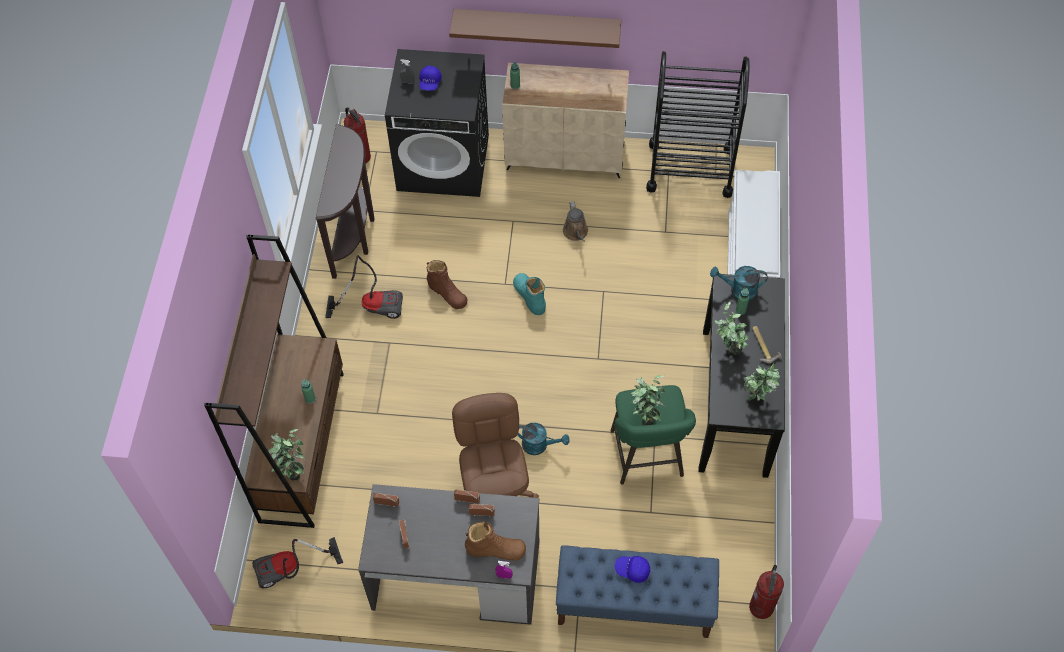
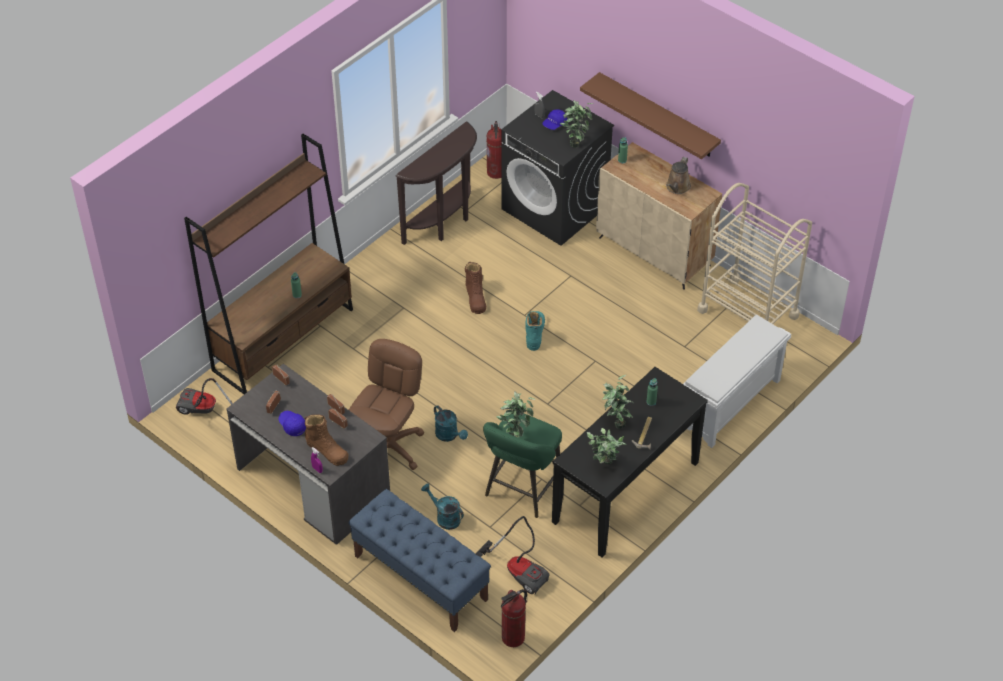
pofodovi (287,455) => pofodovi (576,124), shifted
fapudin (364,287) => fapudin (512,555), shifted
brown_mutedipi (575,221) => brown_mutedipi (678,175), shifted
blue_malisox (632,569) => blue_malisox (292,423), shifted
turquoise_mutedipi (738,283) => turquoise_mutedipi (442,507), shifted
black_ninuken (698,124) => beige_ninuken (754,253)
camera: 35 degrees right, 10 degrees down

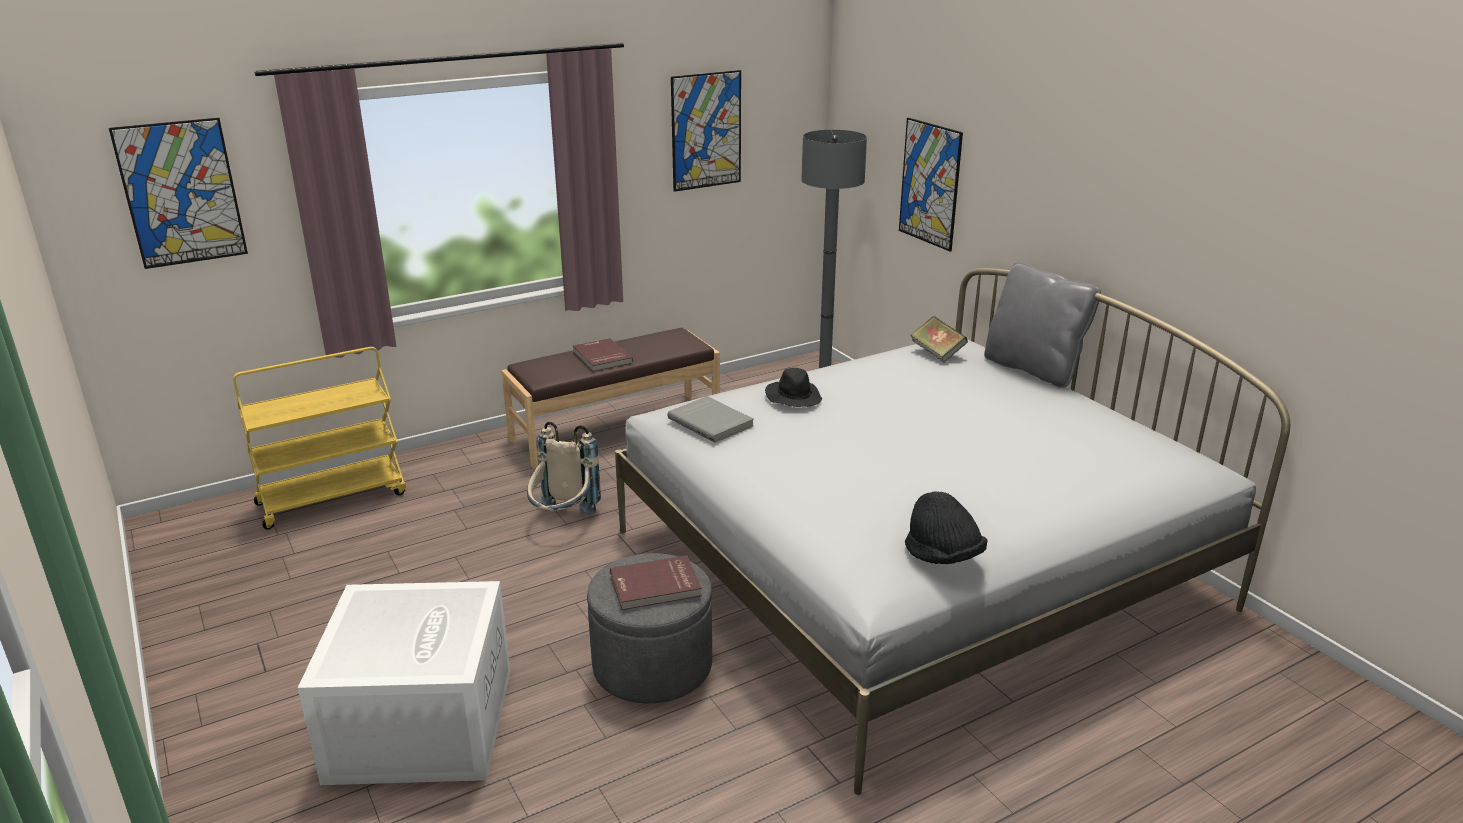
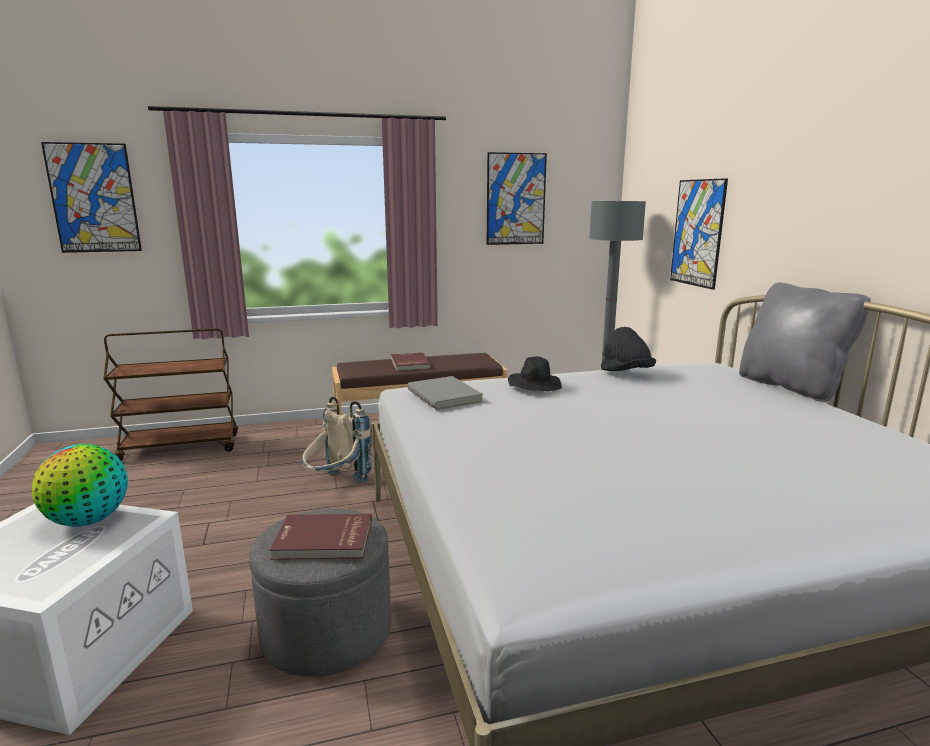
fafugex (939,339) => nothing
nothing => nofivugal (80,485)
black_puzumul (946,527) => black_puzumul (628,349), shifted
yellow_ninuken (319,438) => brown_ninuken (170,394)
camera: 15 degrees right, 10 degrees down

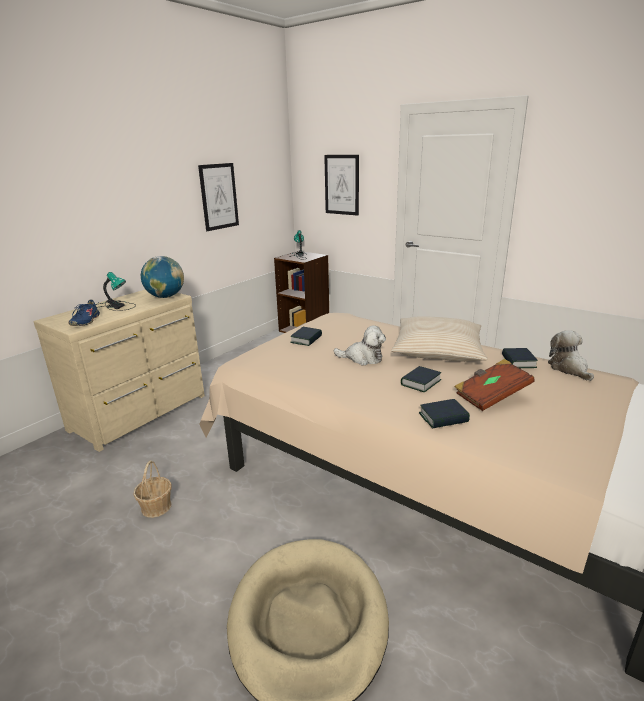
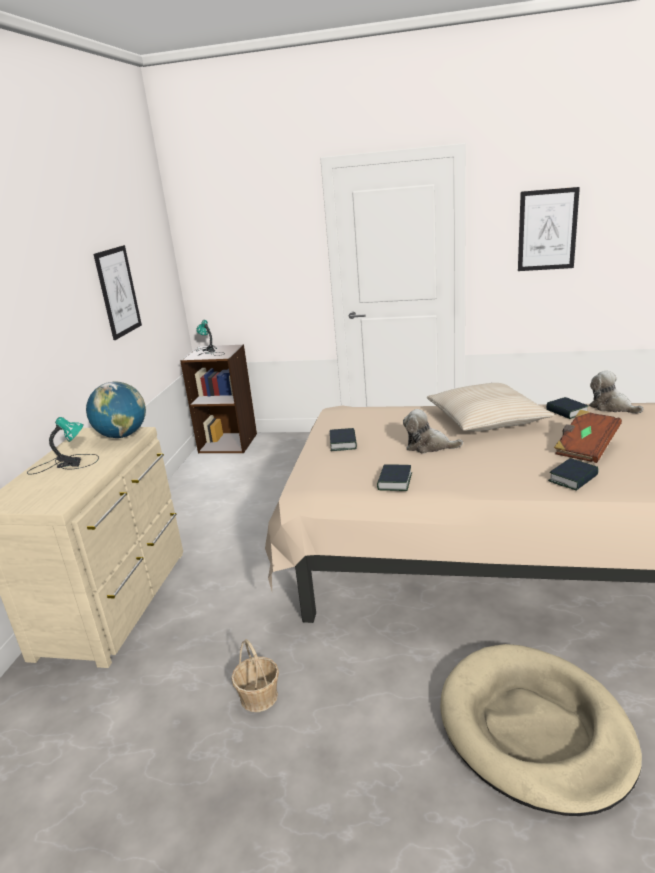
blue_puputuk (84,312) => nothing
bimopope (341,185) => bimopope (549,229), shifted
fafugex (421,379) => fafugex (394,477), shifted
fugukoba (360,345) => fugukoba (433,431), 150 degrees counterclockwise
camera: 25 degrees left, 0 degrees up

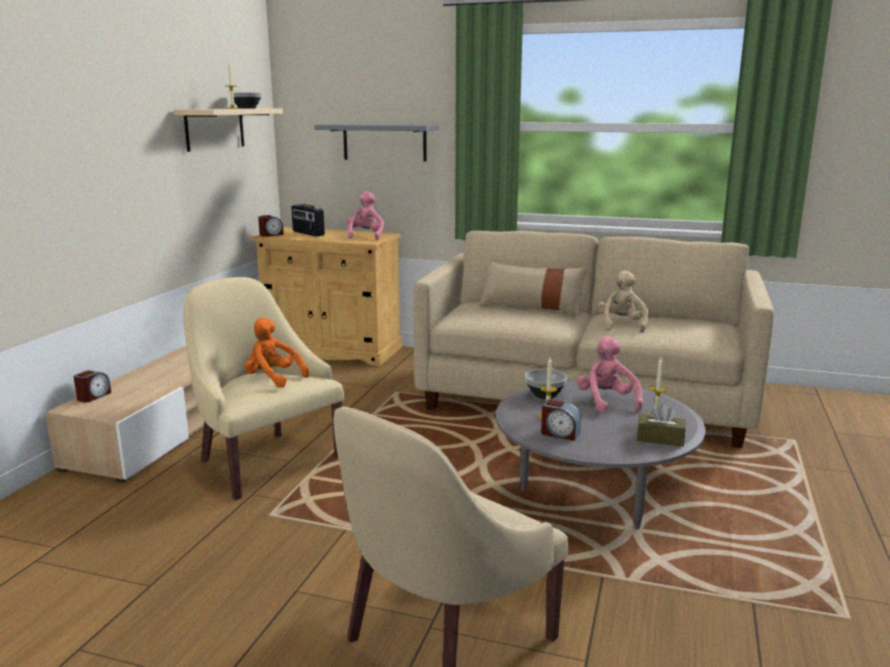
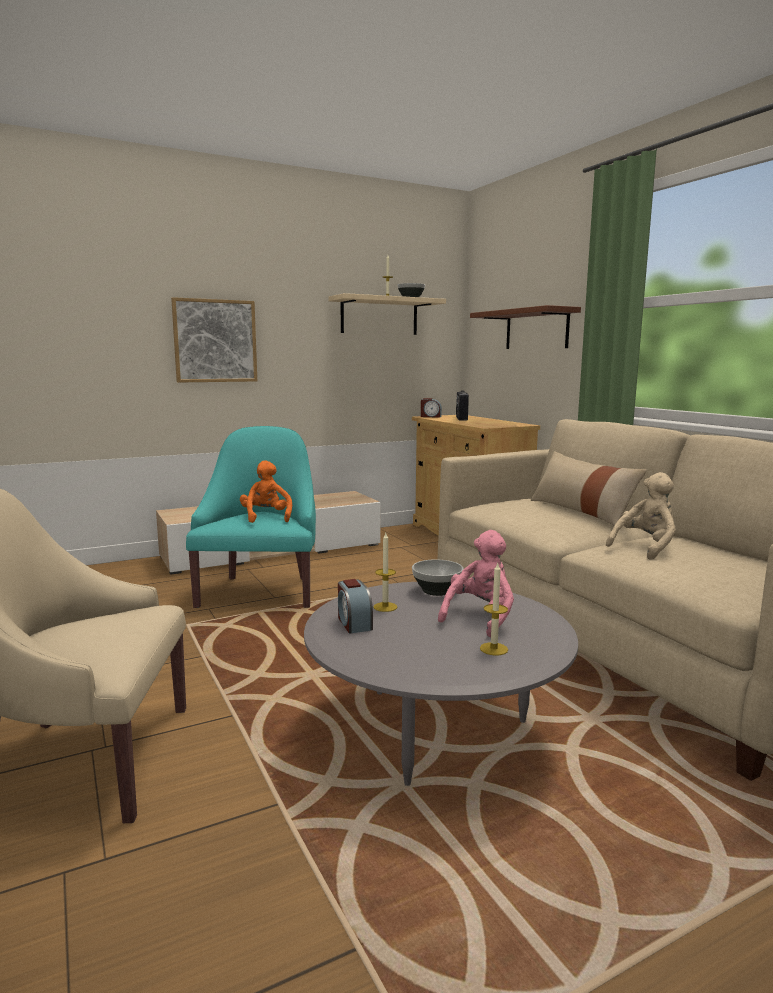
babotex (92,386) => nothing
pink_fugukoba (365,216) => nothing
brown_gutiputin (661,425) => nothing
nothing => bimopope (214,339)
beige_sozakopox (263,388) => turquoise_sozakopox (251,517)
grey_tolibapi (376,143) => brown_tolibapi (525,327)
camera: 45 degrees right, 5 degrees down

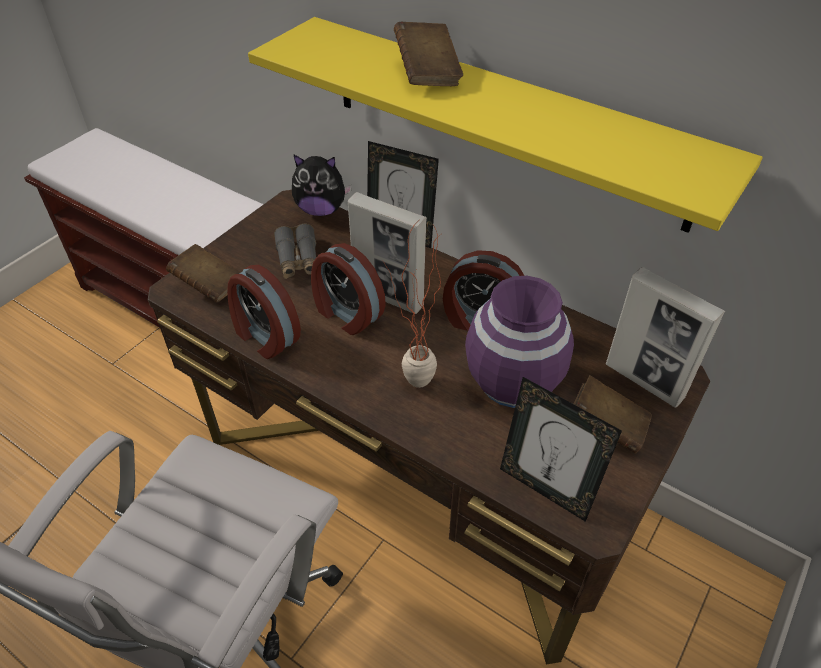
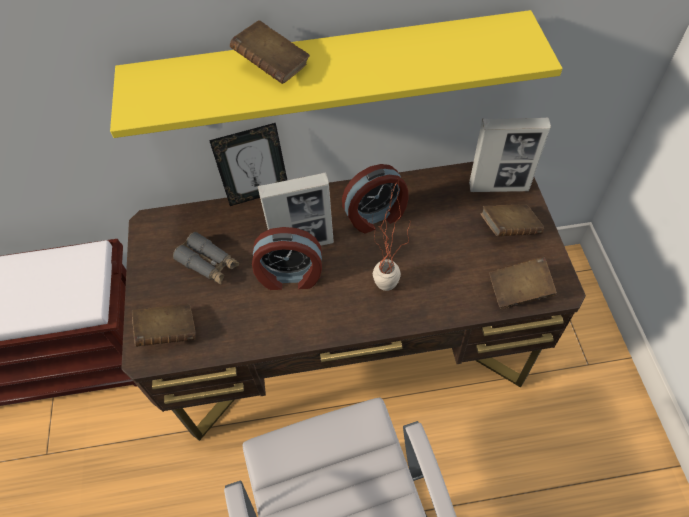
babotex (264,312) => nothing
fugukoba (322,185) => nothing
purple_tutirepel (519,342) => nothing
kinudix (561,449) => brown_fafugex (523,282)
camera: 40 degrees left, 10 degrees up

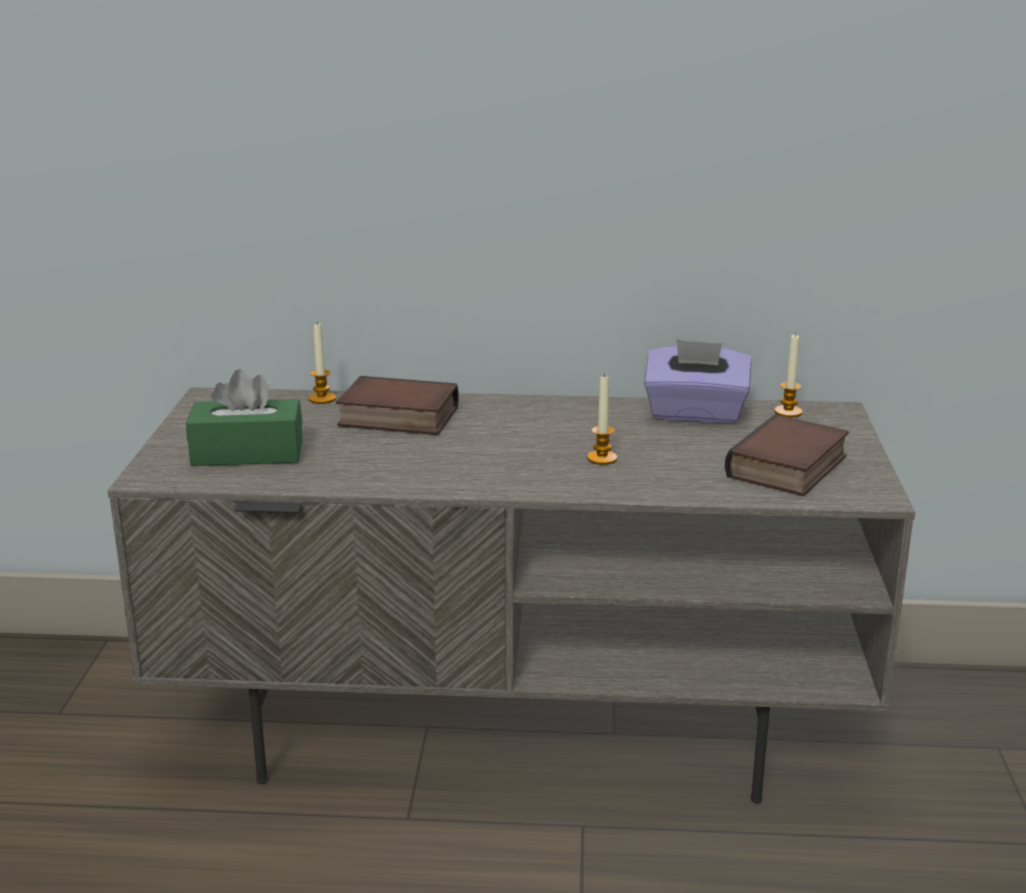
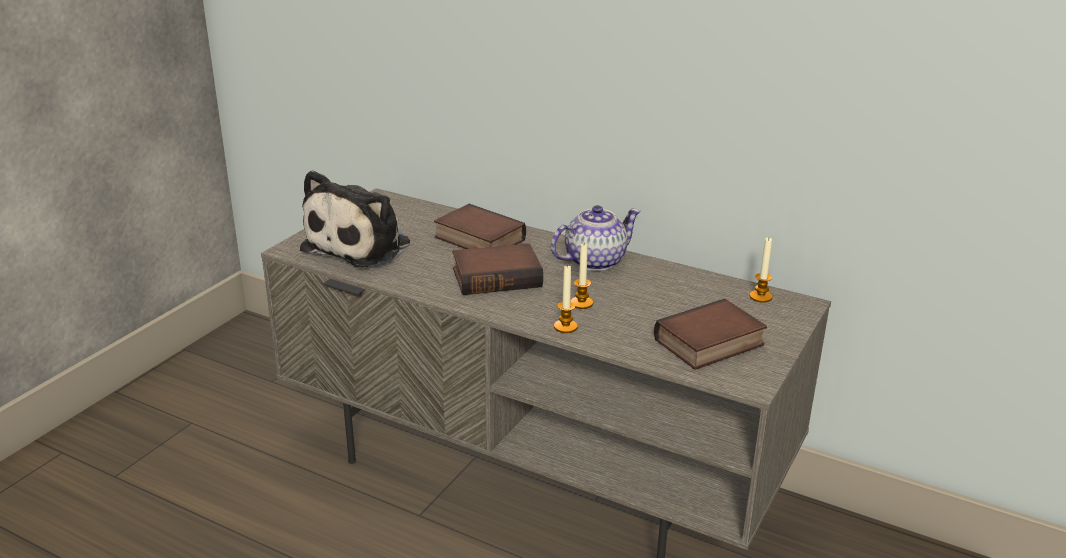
purple_gutiputin (698,381) => nothing
nothing => fafugex (497,269)
nothing => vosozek (596,238)
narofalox (322,362) => narofalox (566,298), shifted
green_gutiputin (244,417) => fugukoba (355,219)
camera: 25 degrees right, 5 degrees up

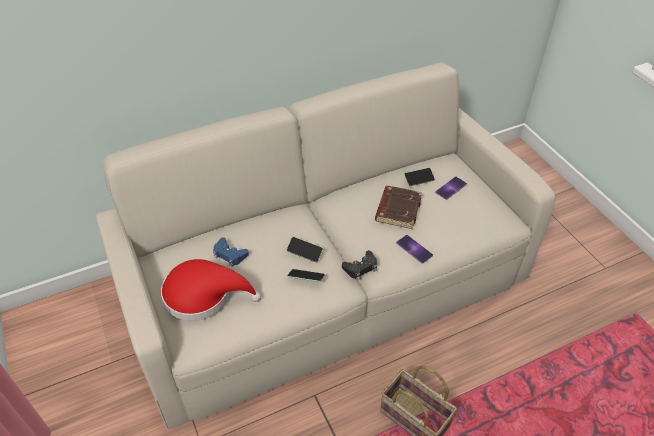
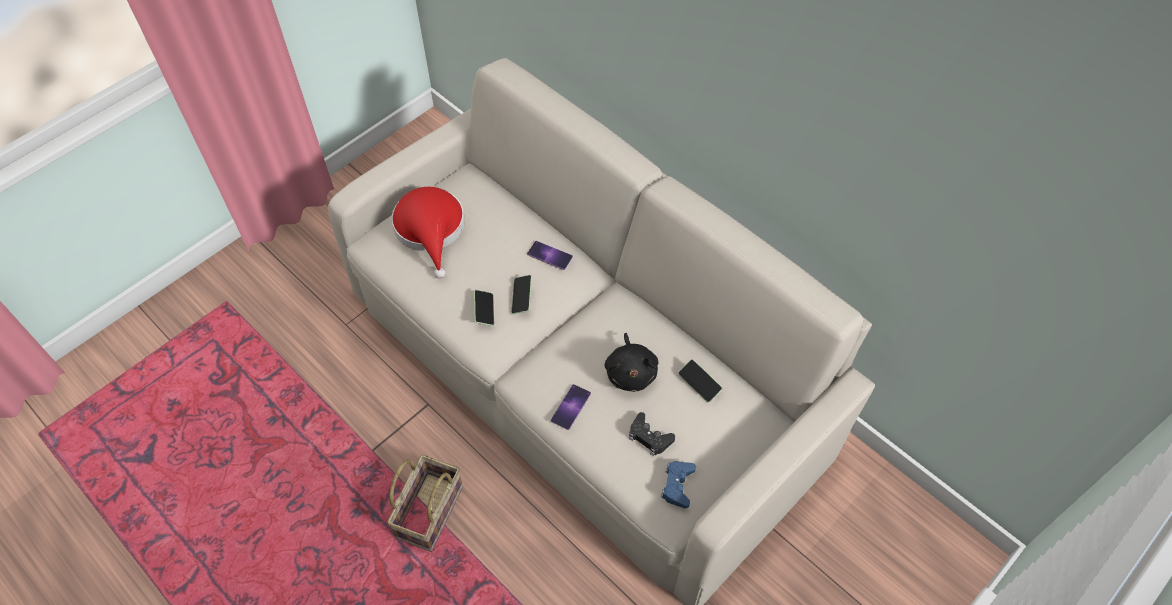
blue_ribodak (231,252) => blue_ribodak (678,484), shifted
black_ribodak (359,265) => black_ribodak (652,434), shifted
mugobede (451,188) => mugobede (550,255), shifted
brown_fafugex (398,207) => black_fugukoba (631,362)
camera: 70 degrees right, 10 degrees up

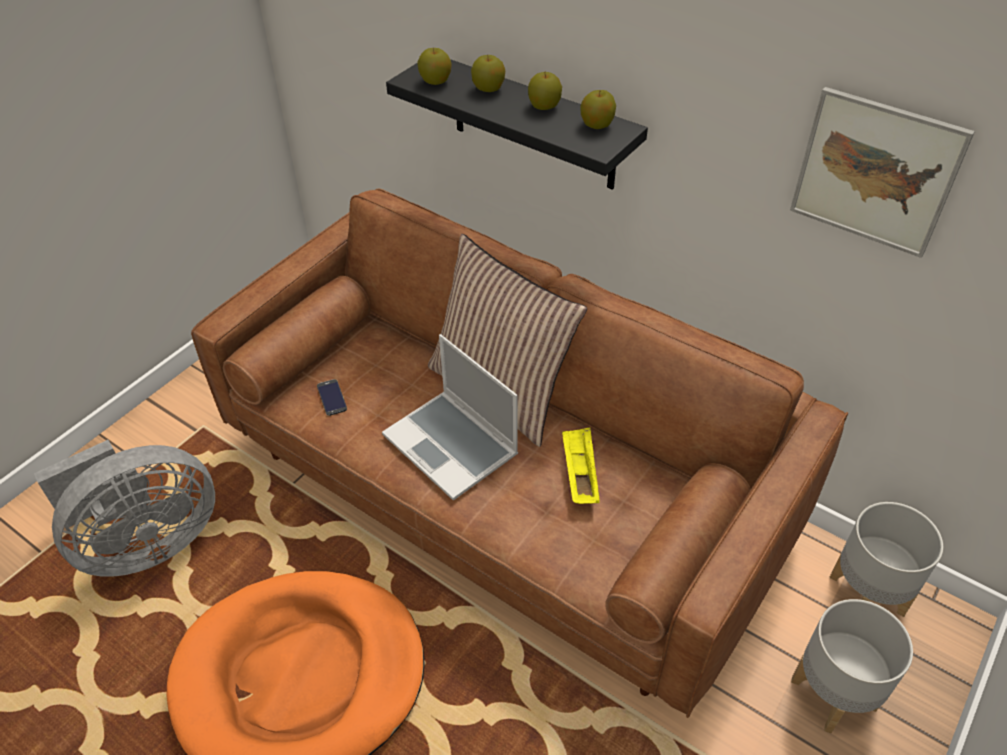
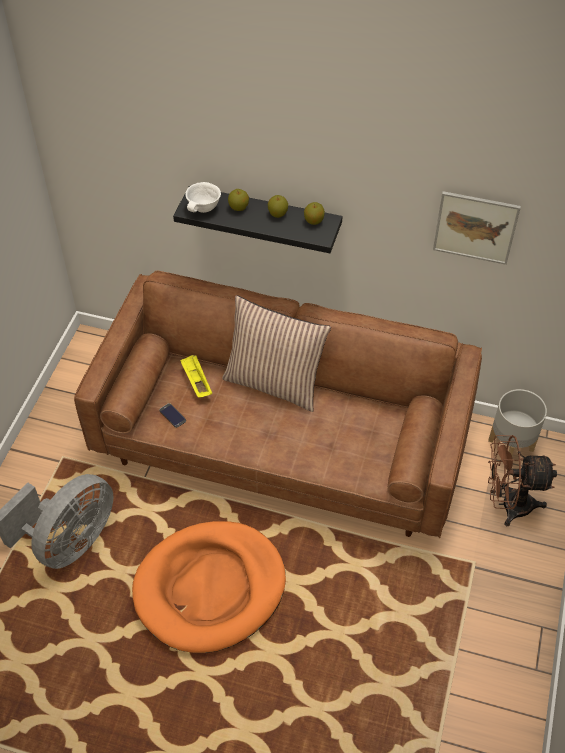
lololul (450,417) => nothing
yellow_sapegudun (581,466) => yellow_sapegudun (196,376), shifted
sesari (434,66) => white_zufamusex (203,197)
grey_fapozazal (852,666) => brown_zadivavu (522,480)
camera: 20 degrees left, 5 degrees up

